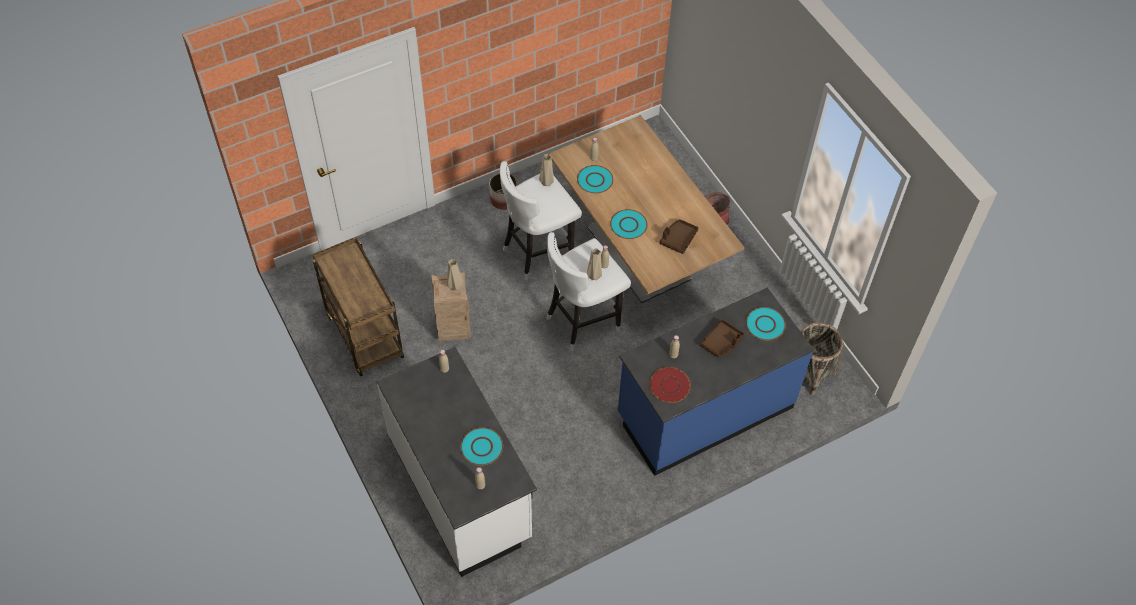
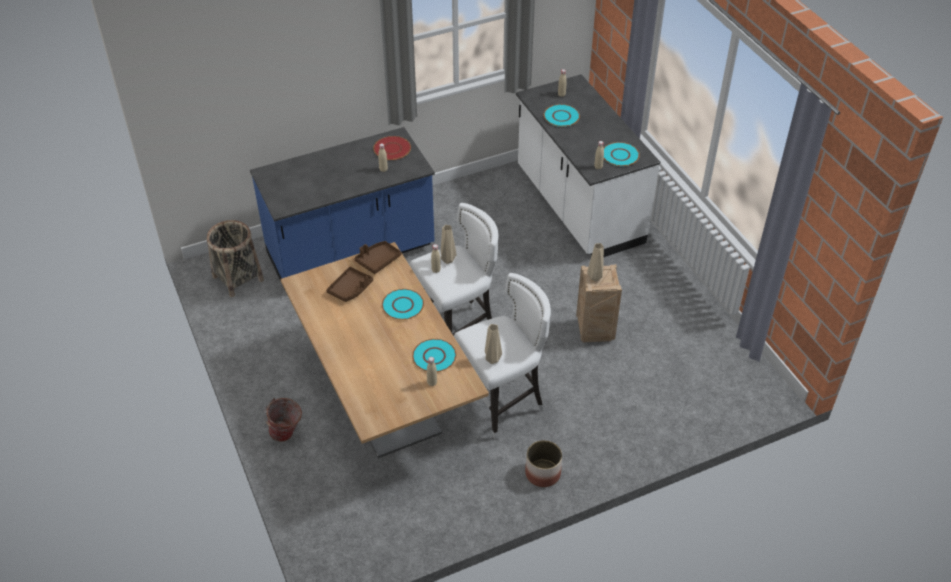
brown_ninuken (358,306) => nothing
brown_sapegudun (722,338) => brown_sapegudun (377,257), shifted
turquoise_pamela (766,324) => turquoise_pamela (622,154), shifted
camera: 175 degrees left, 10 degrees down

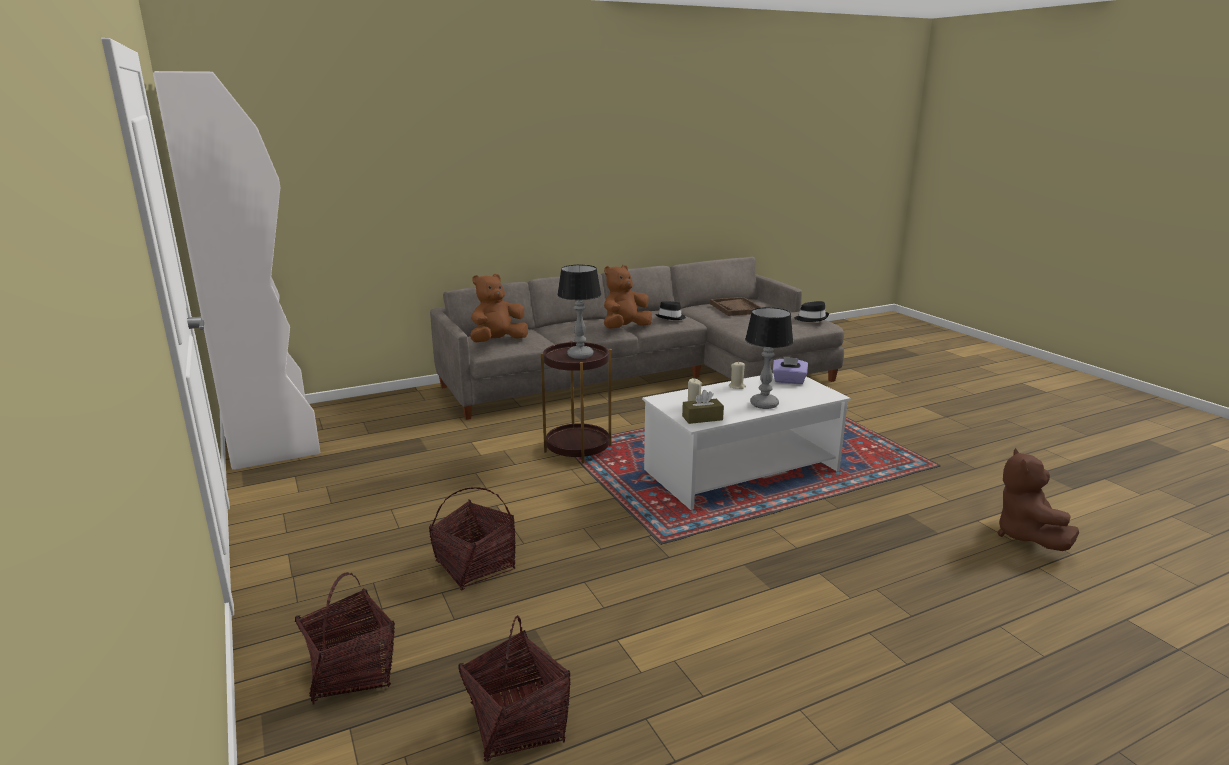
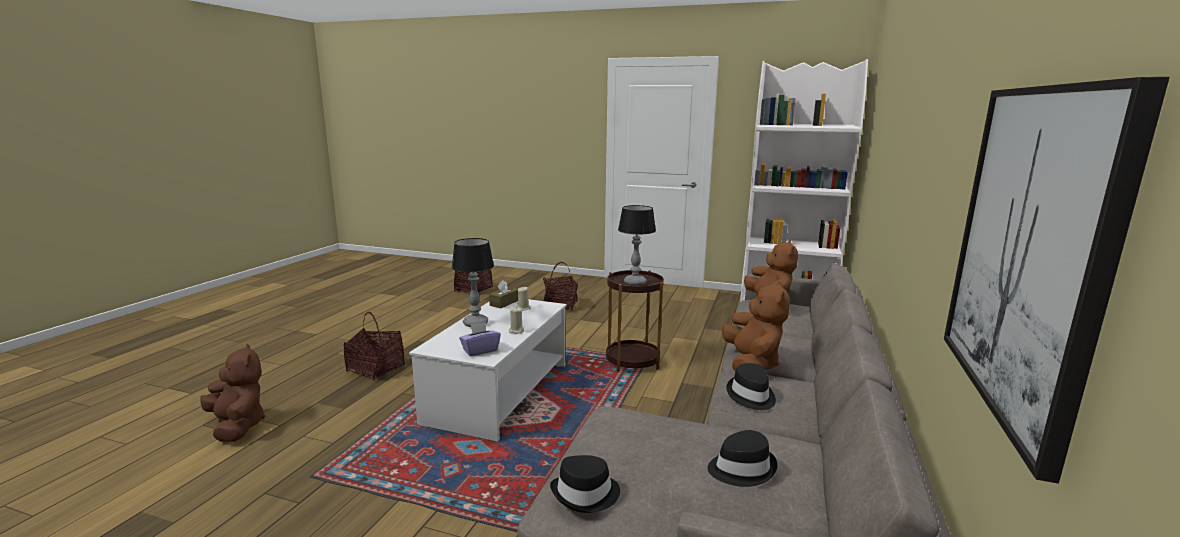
nothing => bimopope (1057,280)
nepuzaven (345,638) => nepuzaven (374,346), shifted
brown_sapegudun (736,306) => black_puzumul (742,458)
camera: 135 degrees right, 5 degrees down

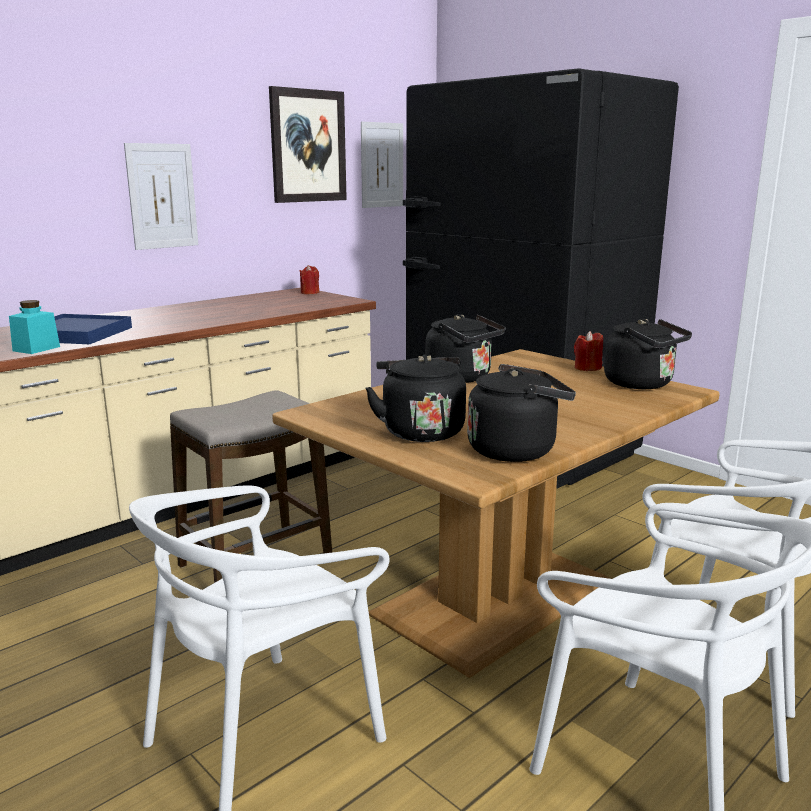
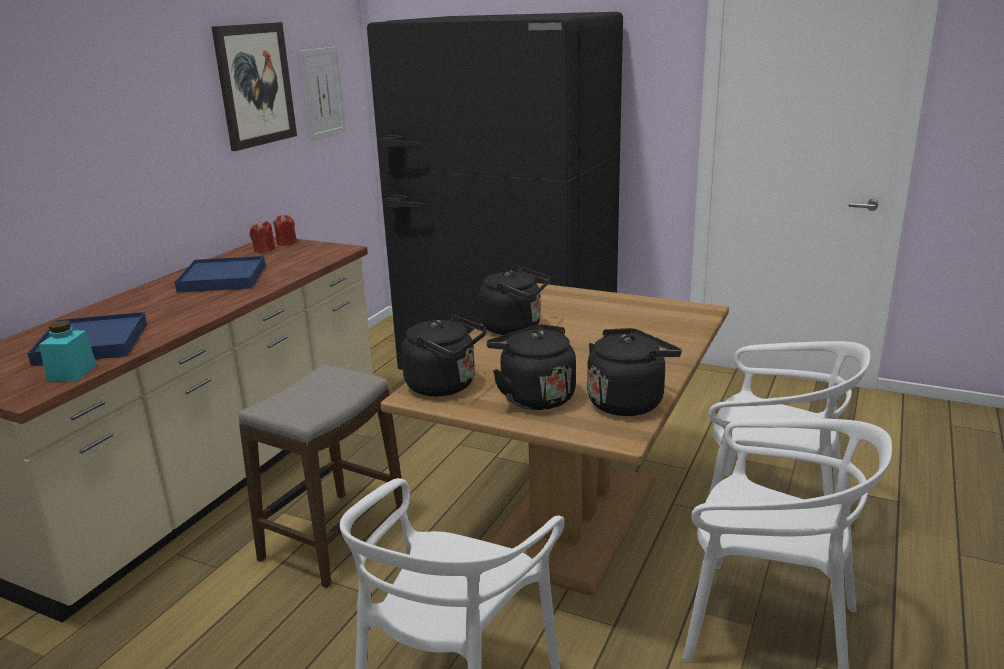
bimopope (161,196) => nothing
nothing => blue_sapegudun (220,274)
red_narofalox (588,351) => red_narofalox (262,237), shifted
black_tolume (648,354) => black_tolume (444,355), shifted
camera: 20 degrees left, 5 degrees up

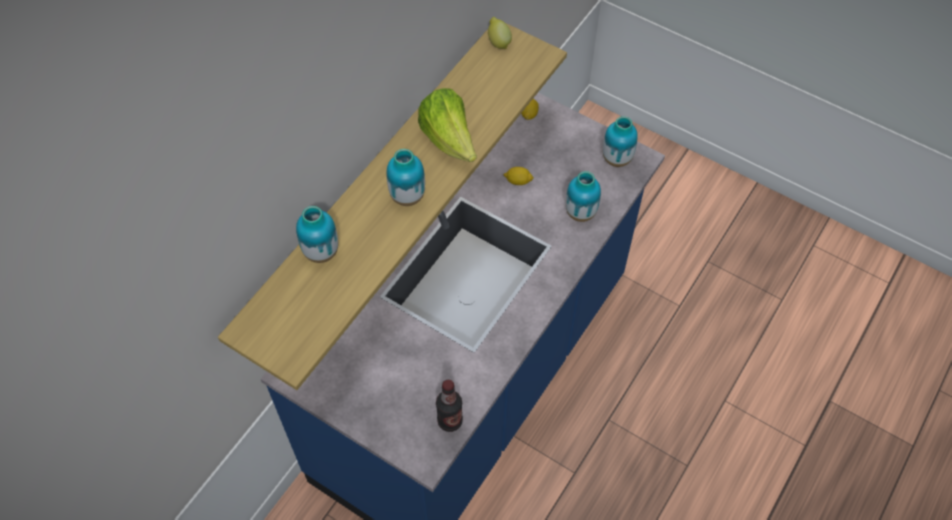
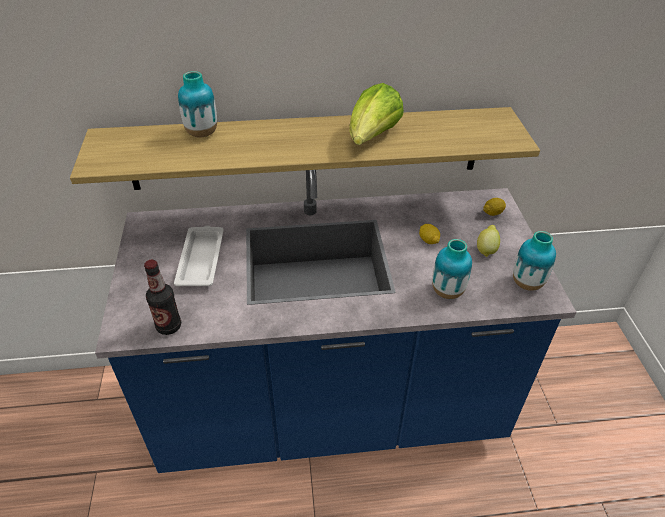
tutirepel (405,177) => nothing
nothing => white_sapegudun (199,256)
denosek (500,33) => denosek (488,241), shifted
camera: 50 degrees right, 15 degrees down

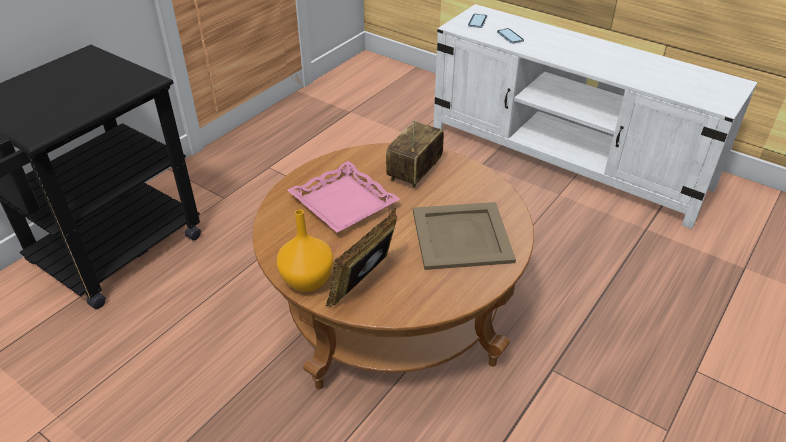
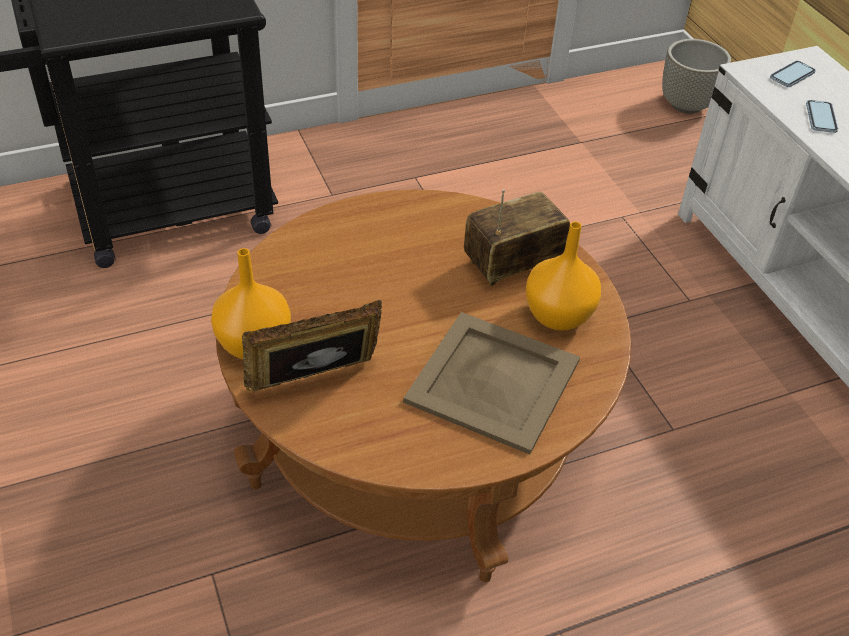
pink_sapegudun (343,197) => nothing
nothing => orange_tutirepel (563,276)
nothing => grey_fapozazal (696,76)
camera: 30 degrees right, 5 degrees up

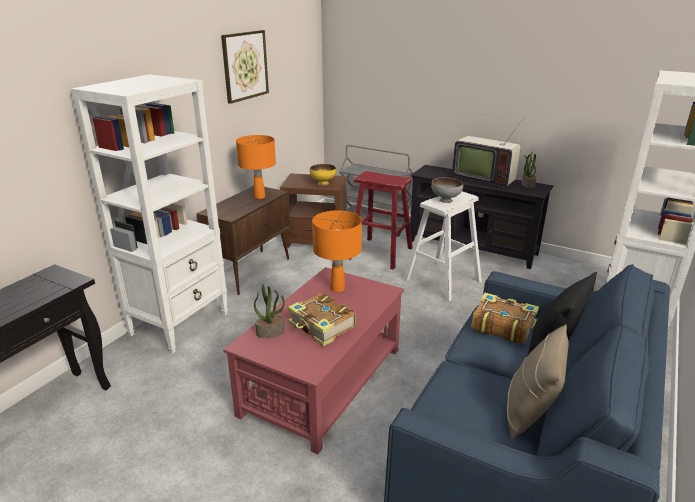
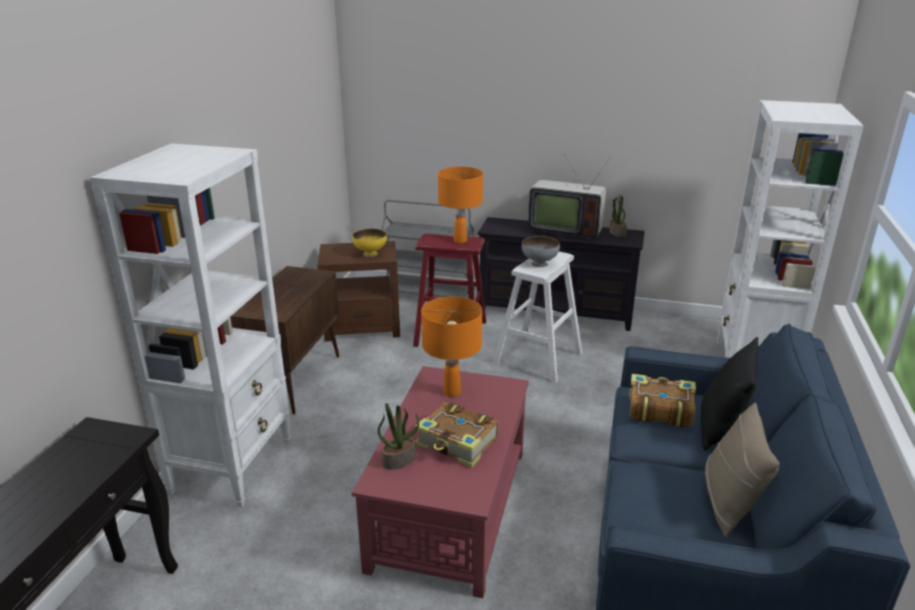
bimopope (245,67) => nothing
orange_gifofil (256,167) => orange_gifofil (460,205), shifted
camera: 15 degrees left, 0 degrees up

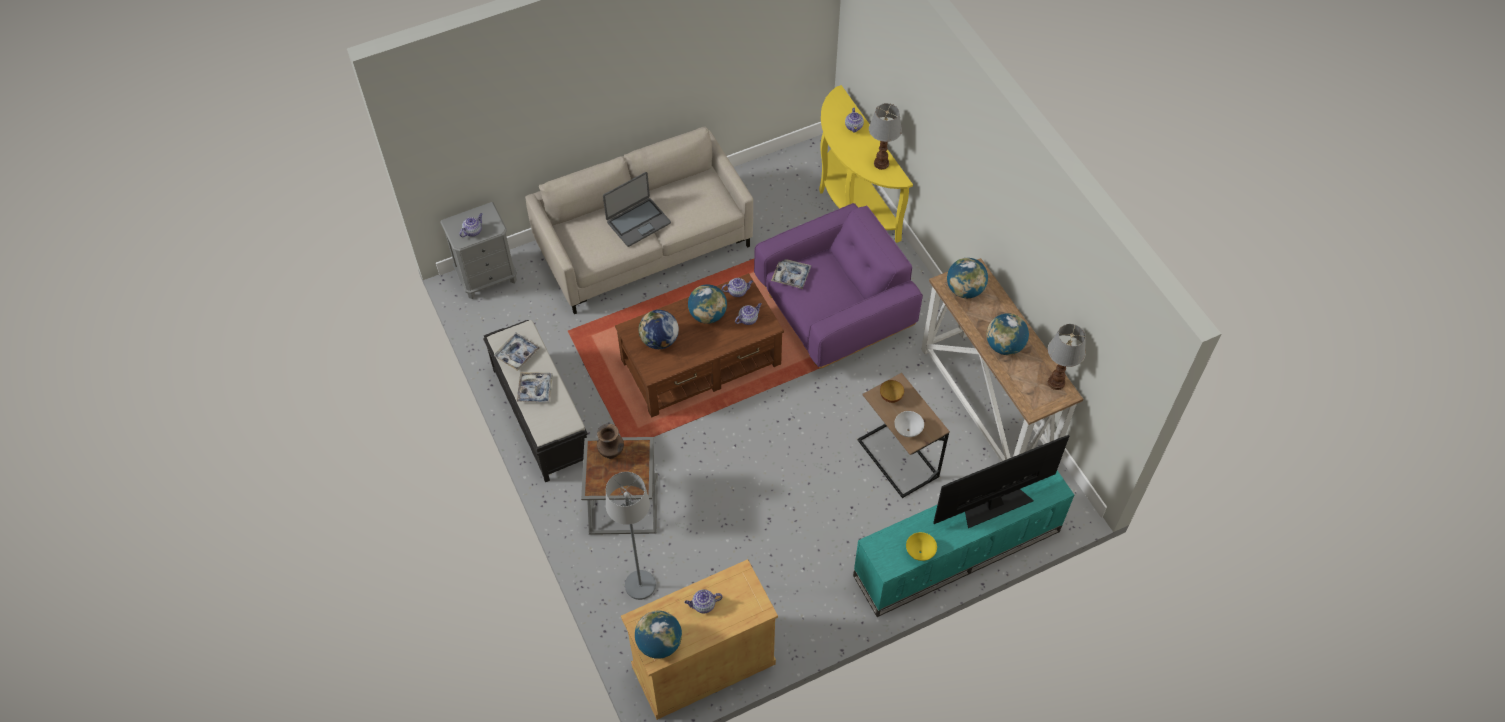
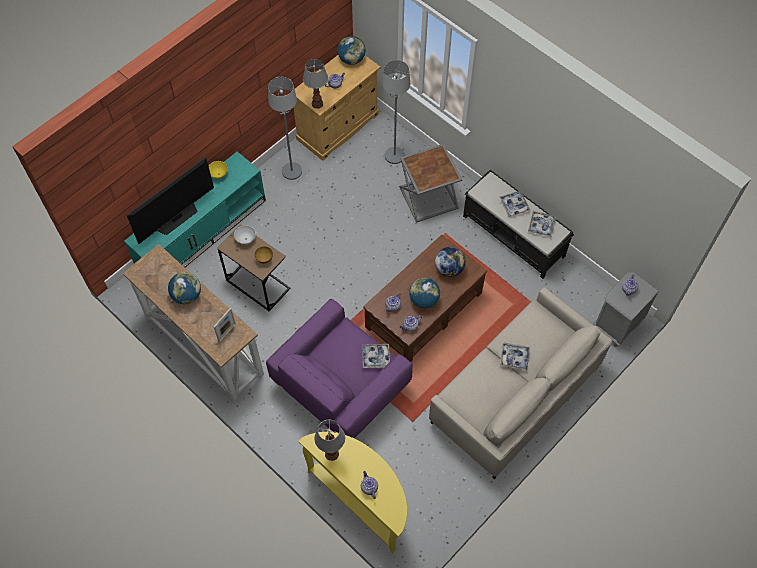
brown_tutirepel (610,441) => nothing
nothing => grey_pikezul (285,128)
gifofil (1067,357) => gifofil (315,84), shifted
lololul (637,209) => sapegudun (515,356)
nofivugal (967,278) => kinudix (224,325)
camera: 160 degrees right, 5 degrees up

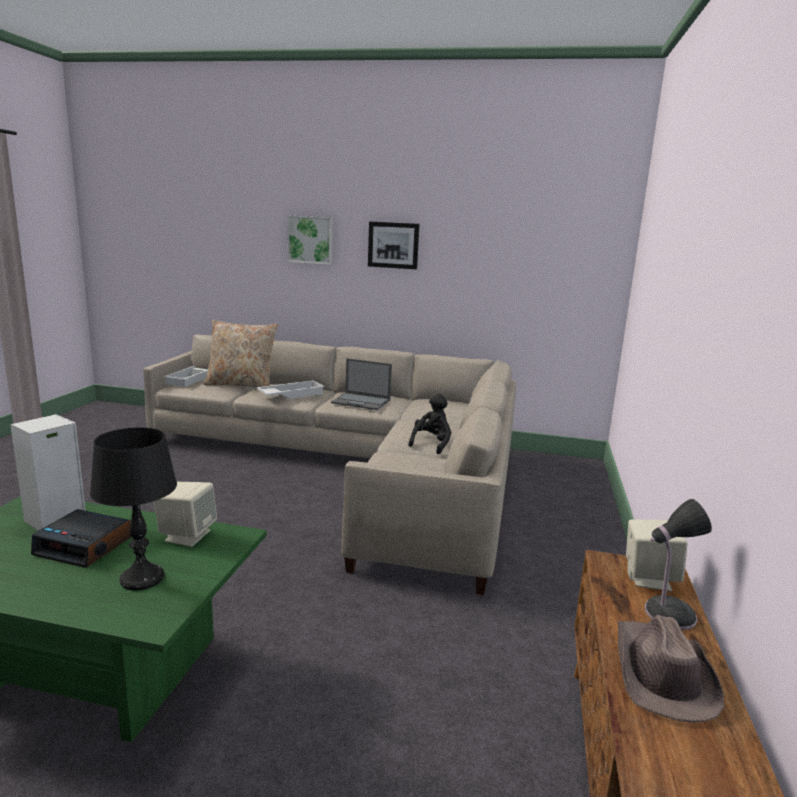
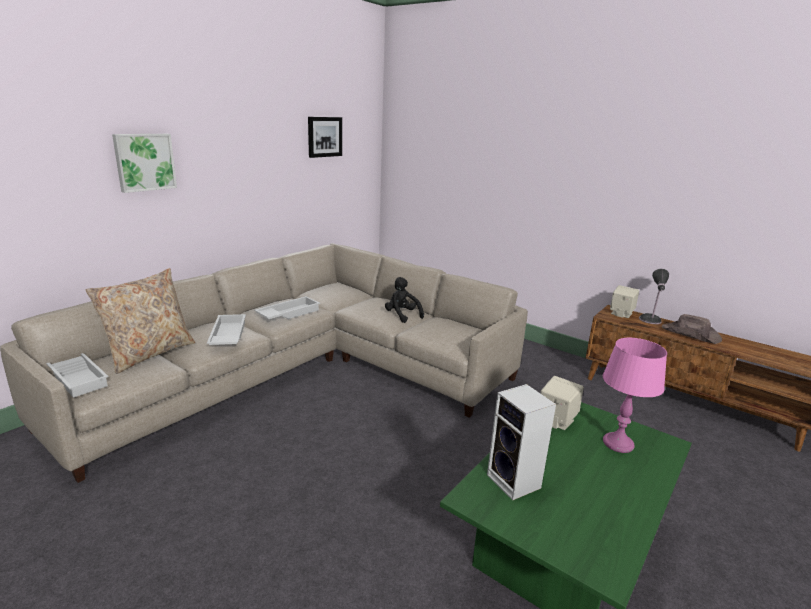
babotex (81,538) => nothing
bimopope (394,245) => bimopope (325,137), shifted
lololul (361,384) => white_sapegudun (287,307)
black_gifofil (133,509) => pink_gifofil (635,395)
camera: 65 degrees left, 5 degrees up

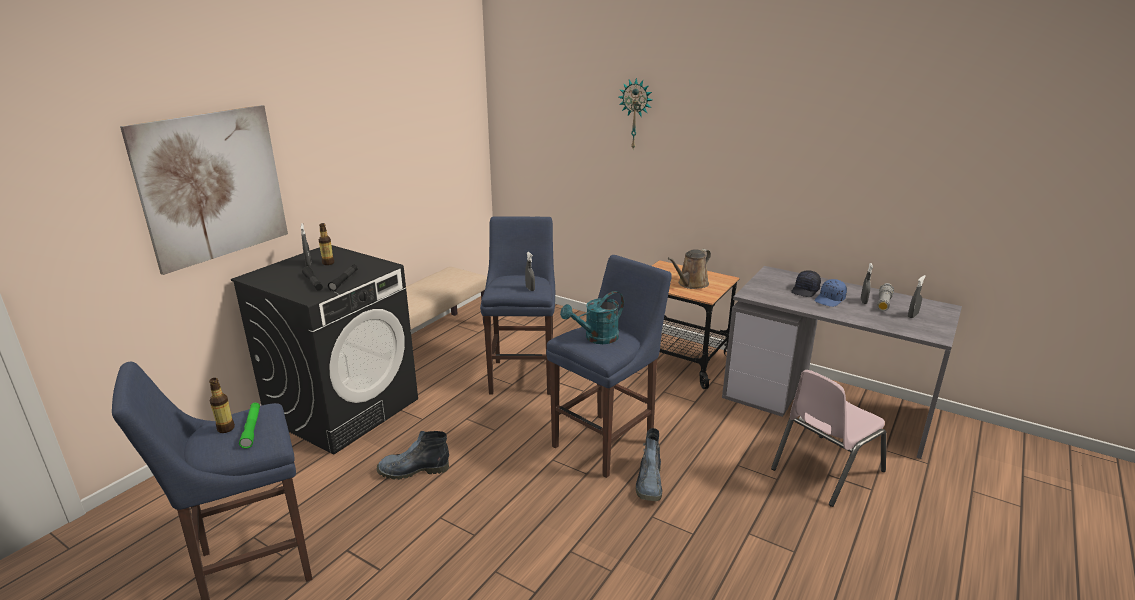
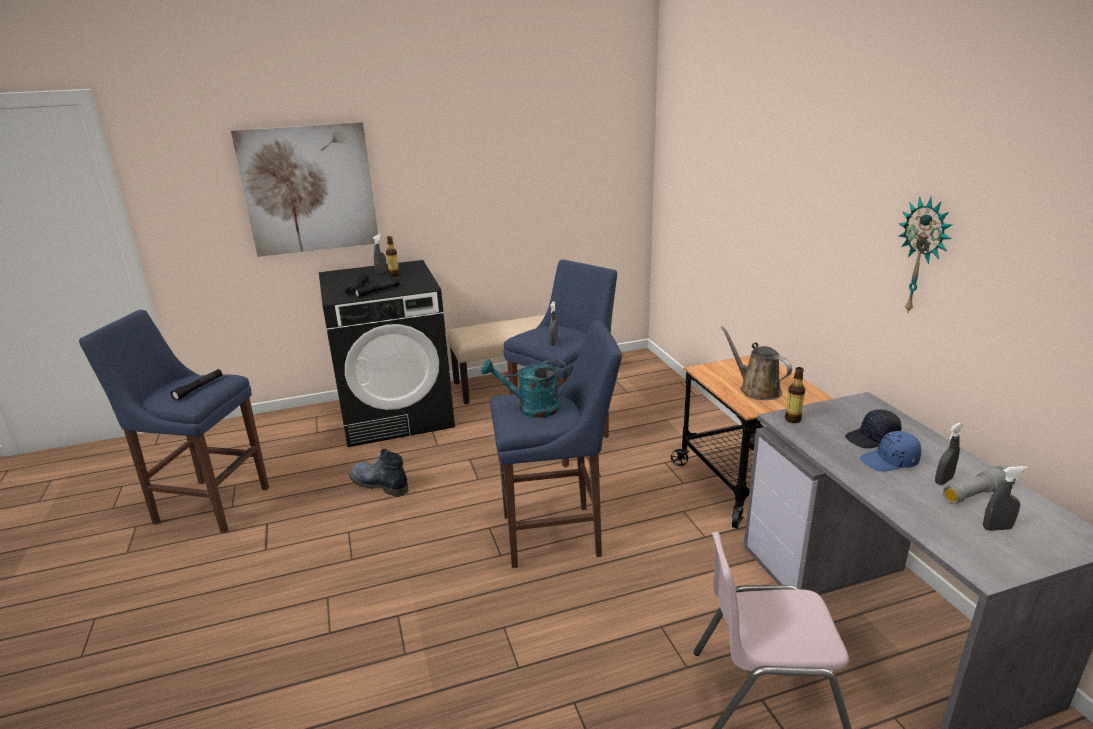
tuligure (649,464) => nothing
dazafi (222,405) => dazafi (795,395), shifted
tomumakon (635,113) => tomumakon (925,255), shifted
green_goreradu (249,426) => black_goreradu (196,384)
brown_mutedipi (689,269) => brown_mutedipi (756,363), 60 degrees clockwise
camera: 40 degrees right, 0 degrees up

